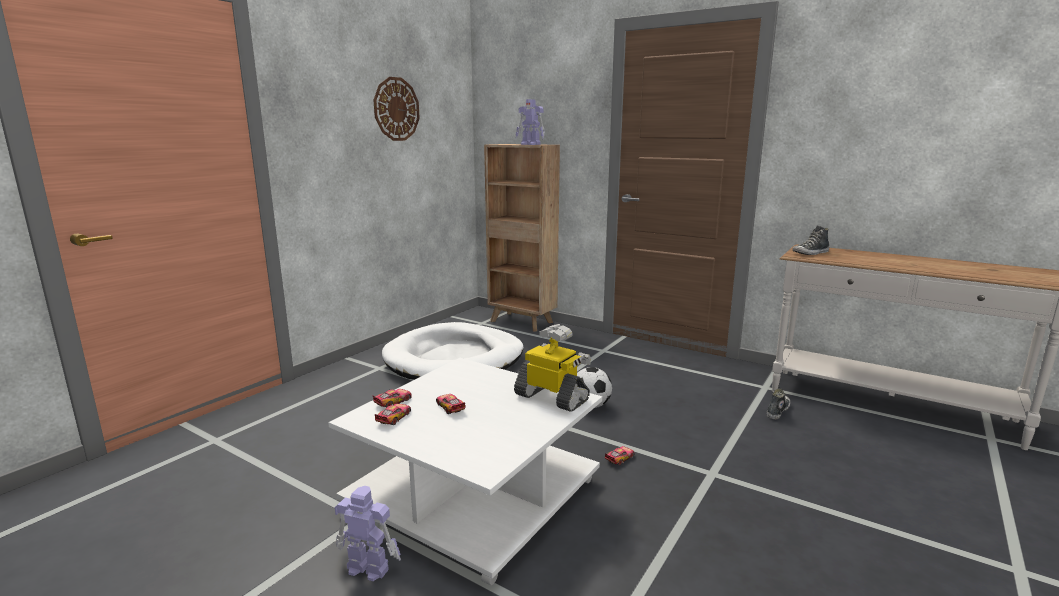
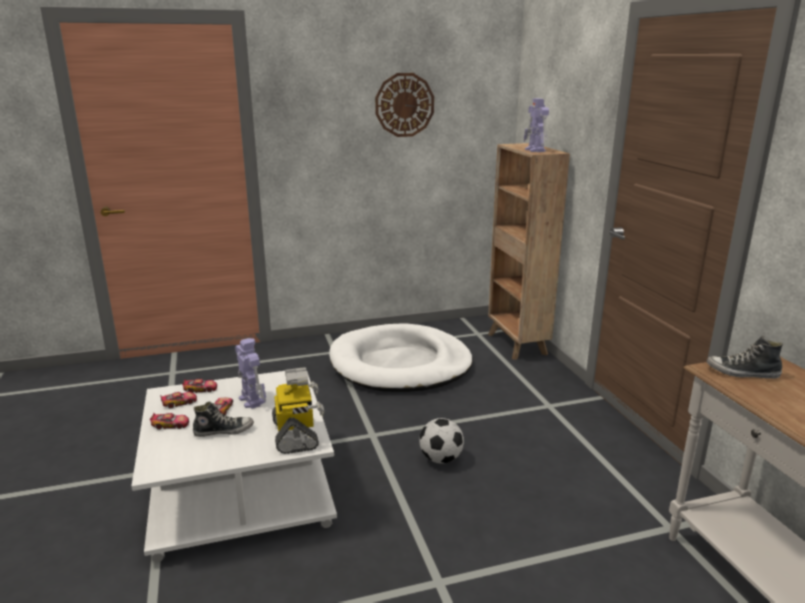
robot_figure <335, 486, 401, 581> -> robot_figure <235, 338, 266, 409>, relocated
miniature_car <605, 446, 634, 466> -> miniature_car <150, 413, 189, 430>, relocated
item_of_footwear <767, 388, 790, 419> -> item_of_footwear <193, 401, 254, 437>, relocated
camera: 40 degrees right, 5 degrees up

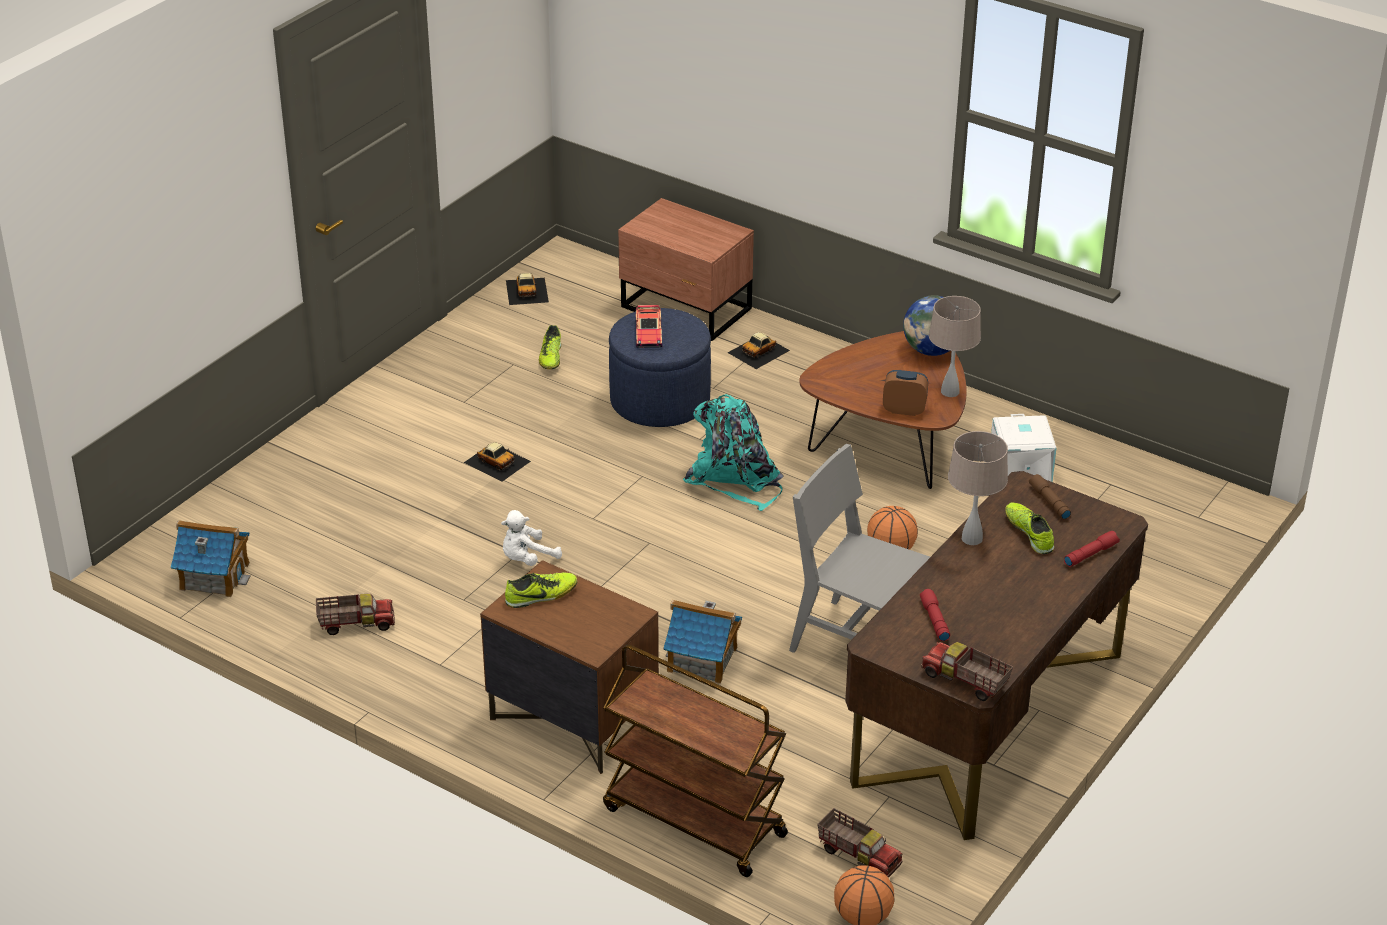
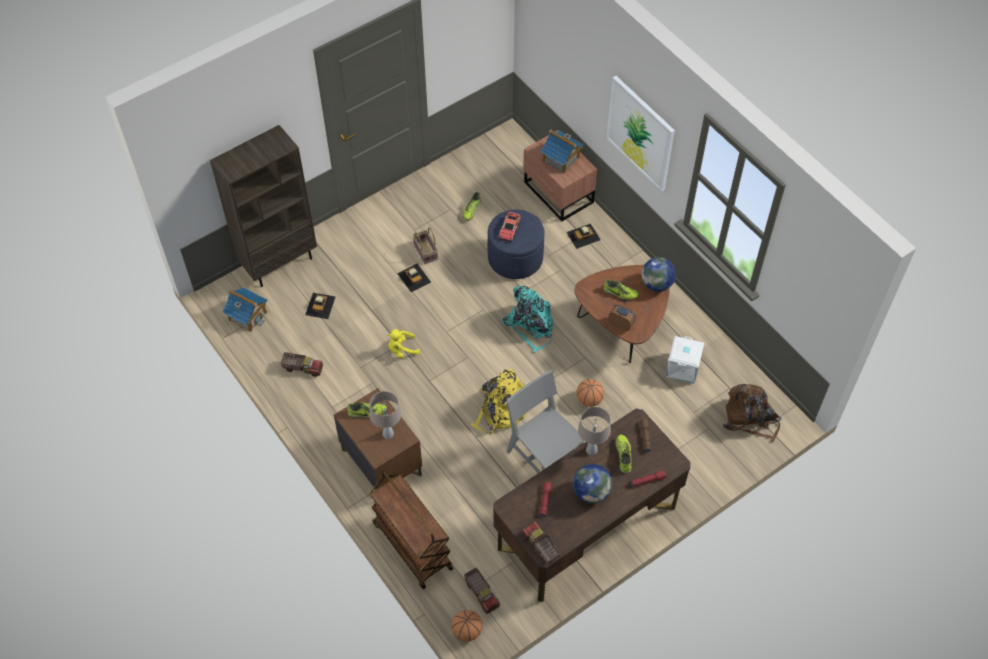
whitish_cuddly_toy <501, 510, 562, 566> -> yellowish_cuddly_toy <387, 329, 420, 358>
miniature_car <506, 273, 549, 305> -> miniature_car <305, 293, 336, 319>, relocated
model_house <663, 600, 742, 684> -> model_house <540, 130, 584, 174>, relocated
sand-coloured_lamp_for_a_table <929, 296, 981, 397> -> sand-coloured_lamp_for_a_table <369, 391, 401, 439>, relocated
none -> brown_bookshelf <210, 125, 317, 287>
none -> household_basket <413, 227, 438, 264>
none -> yellowish_knapsack <471, 369, 528, 434>
none -> desk_globe <573, 464, 612, 504>
none -> item_of_footwear <604, 279, 639, 300>
none -> wall_art <606, 76, 675, 192>
none -> brown_knapsack <723, 384, 782, 442>
camera: 20 degrees right, 20 degrees up

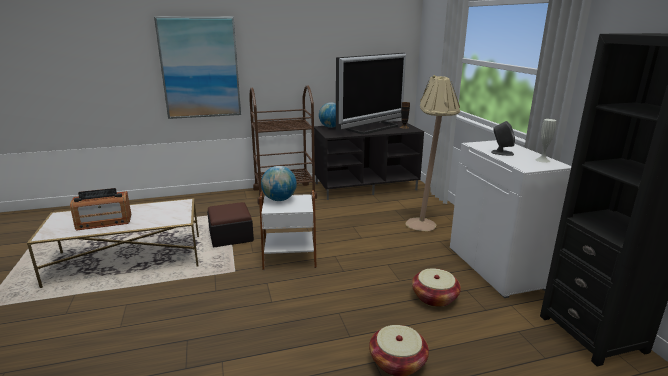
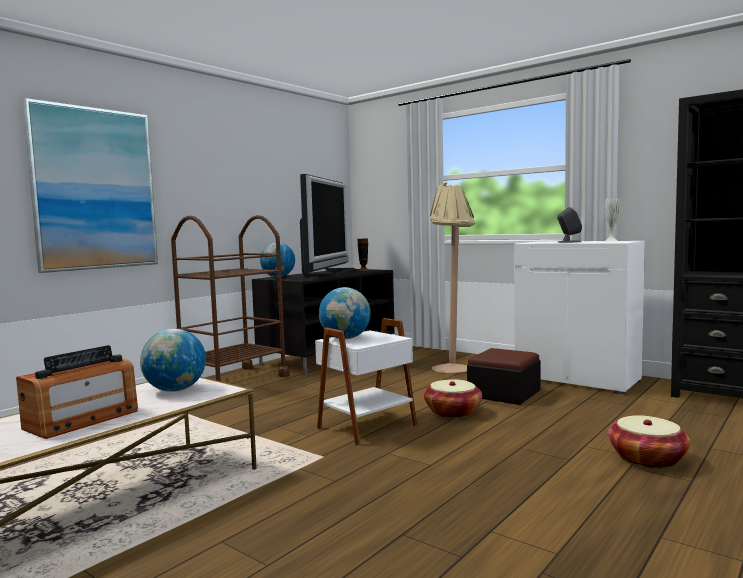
pouffe <207, 202, 254, 247> -> pouffe <467, 348, 540, 405>, relocated
household_basket <412, 268, 461, 307> -> household_basket <424, 379, 482, 418>, relocated
none -> desk_globe <140, 329, 206, 392>
camera: 35 degrees left, 15 degrees down

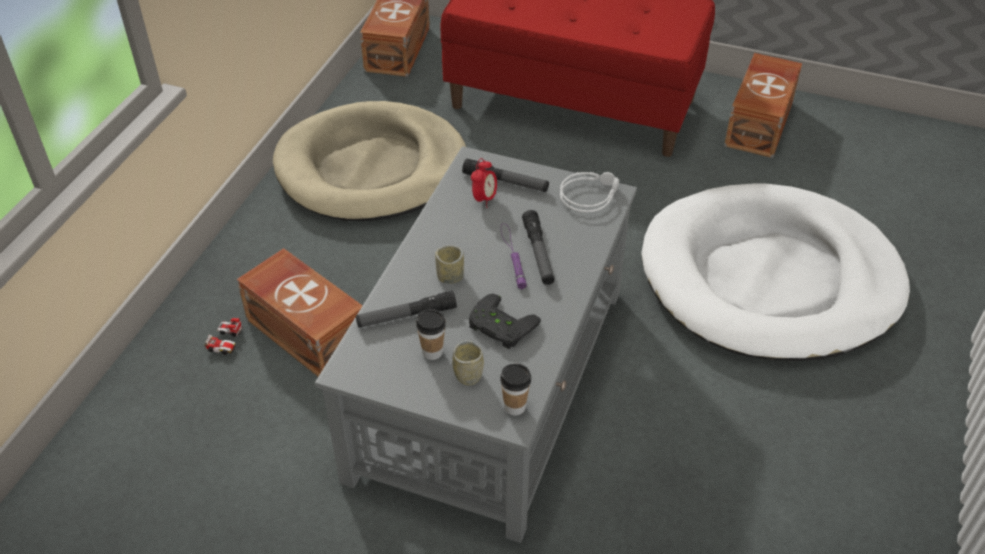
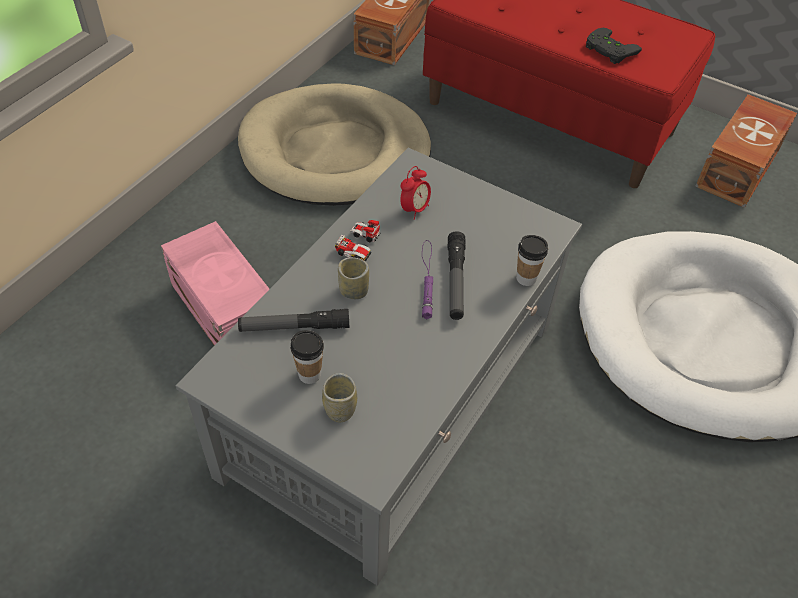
miniature_car <205, 318, 243, 355> -> miniature_car <335, 220, 381, 262>, relocated
brown_storage_bin <237, 248, 363, 377> -> pink_storage_bin <161, 221, 269, 346>
hand_torch <462, 159, 549, 192> -> none
blackish_gamepad <469, 294, 541, 349> -> blackish_gamepad <586, 28, 642, 64>, relocated
cup <500, 364, 531, 416> -> cup <516, 235, 548, 286>, relocated
greyish_headphones <560, 172, 619, 213> -> none
camera: 10 degrees right, 5 degrees up

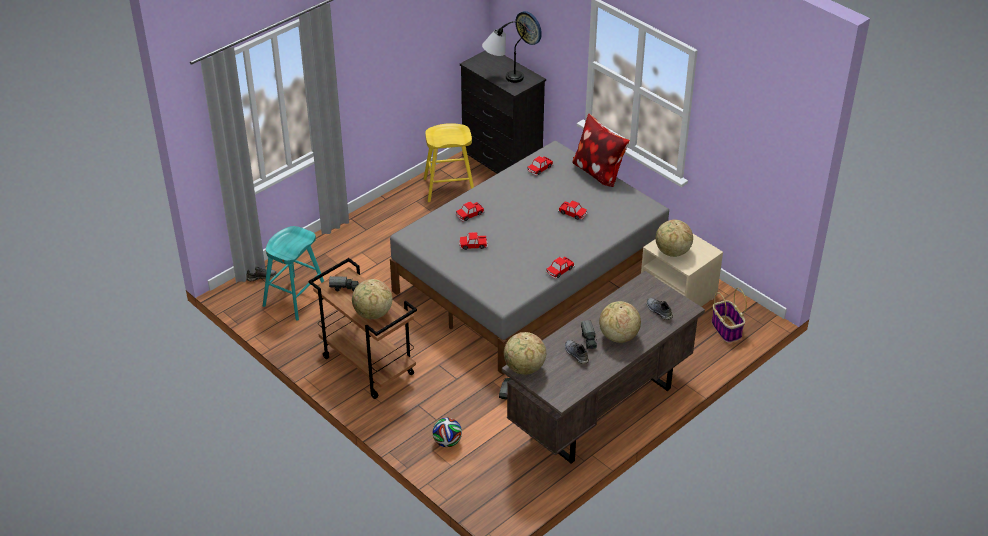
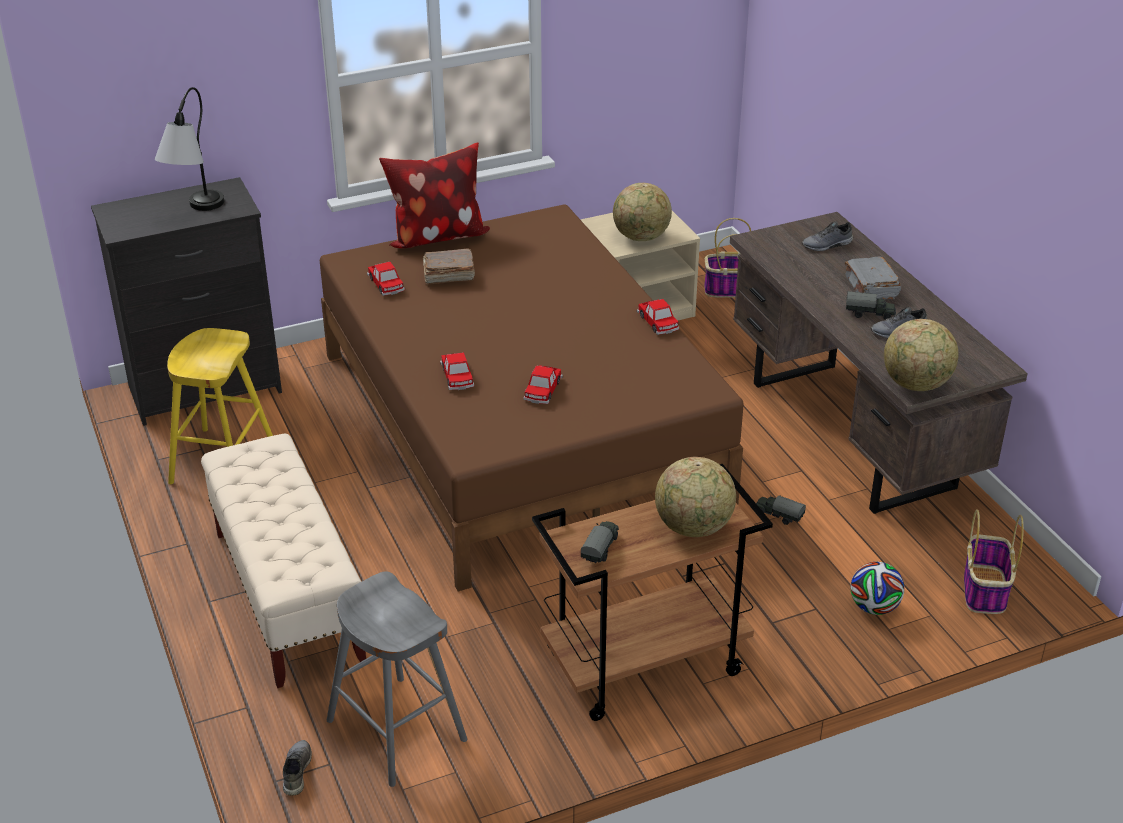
blue-green_stool <263, 226, 324, 321> -> greyish_stool <327, 571, 467, 787>
greyish_sleeping_bed <390, 141, 669, 375> -> brown_sleeping_bed <320, 204, 744, 591>
wall_clock <515, 11, 542, 45> -> none
miniature_car <558, 200, 587, 220> -> none
desk_globe <599, 301, 641, 343> -> greyish_book <845, 256, 901, 299>
none -> sand-coloured_bench <201, 434, 366, 688>
none -> brown_book <423, 248, 475, 285>
none -> household_basket <964, 509, 1024, 614>
camera: 70 degrees left, 5 degrees down

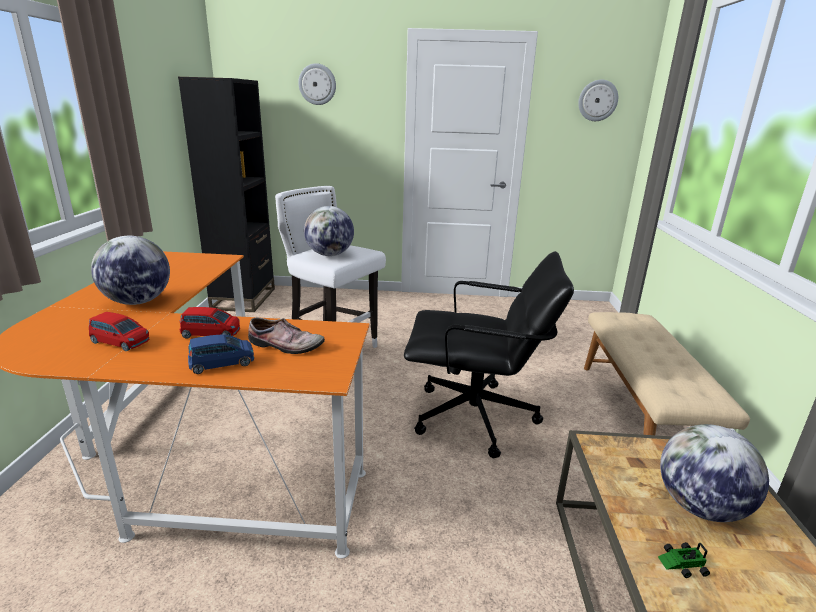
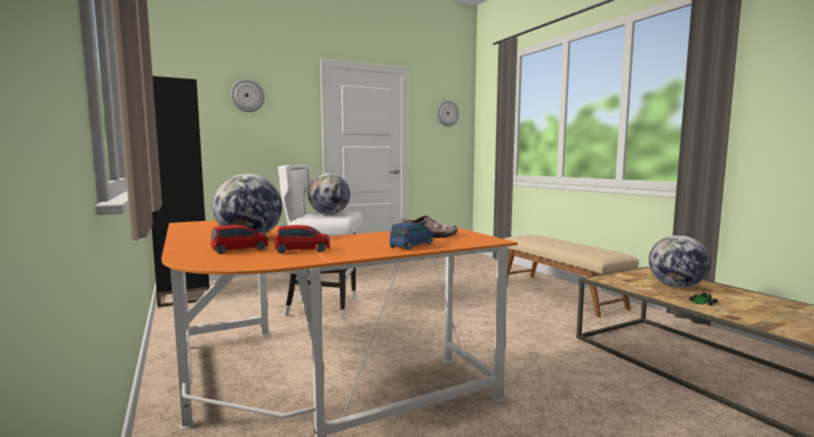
red_miniature_car <179, 307, 240, 339> -> red_miniature_car <210, 225, 268, 254>, relocated
blackish_desk_chair <404, 251, 574, 458> -> none
camera: 30 degrees left, 15 degrees down

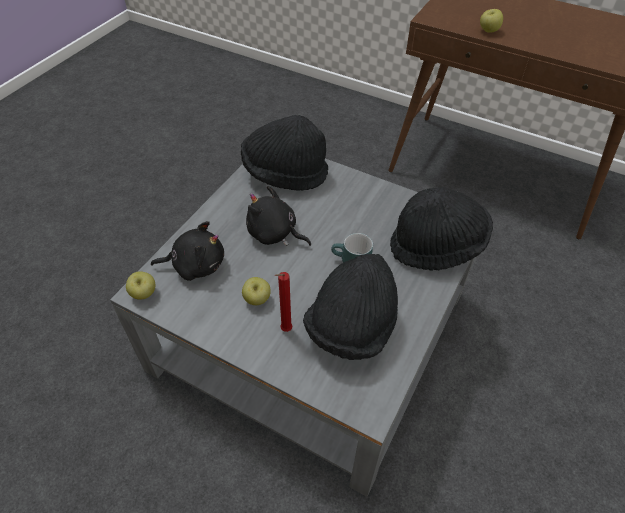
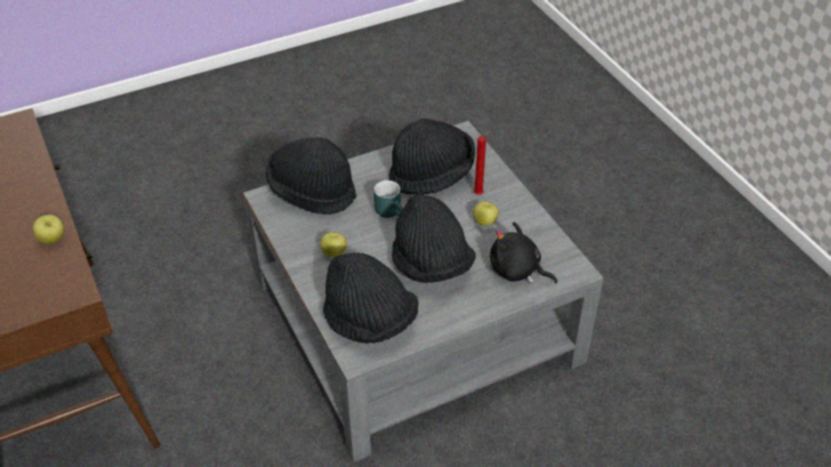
apple <126, 271, 155, 300> -> apple <320, 232, 347, 257>, relocated
blackish_cuddly_toy <246, 186, 311, 246> -> blackish_hat <392, 195, 476, 283>
camera: 145 degrees left, 5 degrees down

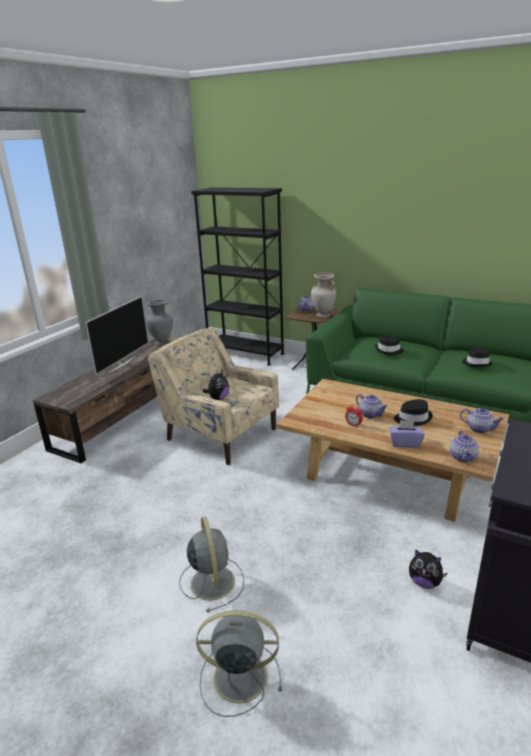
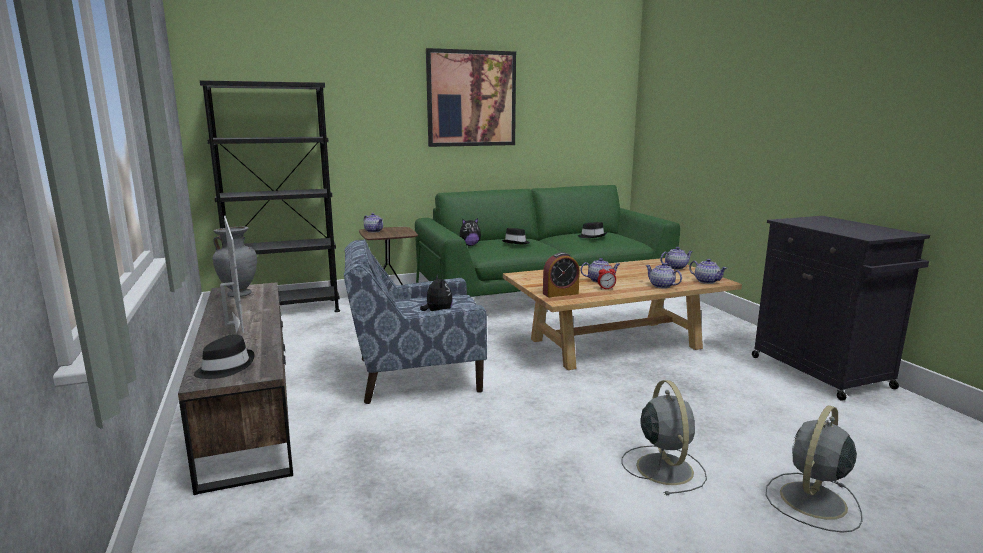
sand-coloured_lounge_chair <148, 327, 279, 465> -> blue-coloured_lounge_chair <344, 239, 487, 404>
greyish_fan <179, 516, 244, 613> -> greyish_fan <621, 380, 707, 495>, 60 degrees clockwise
sand-coloured_vase <311, 273, 336, 318> -> none
purple-coloured_tissue_box <389, 420, 424, 448> -> pot_for_tea <645, 263, 682, 289>
blackish_hat <394, 399, 433, 427> -> blackish_hat <194, 335, 255, 379>, relocated
cuddly_toy <409, 549, 447, 589> -> cuddly_toy <460, 218, 481, 246>, relocated
none -> wall_art <426, 48, 516, 147>
none -> table_clock <543, 252, 580, 297>
camera: 50 degrees left, 10 degrees down

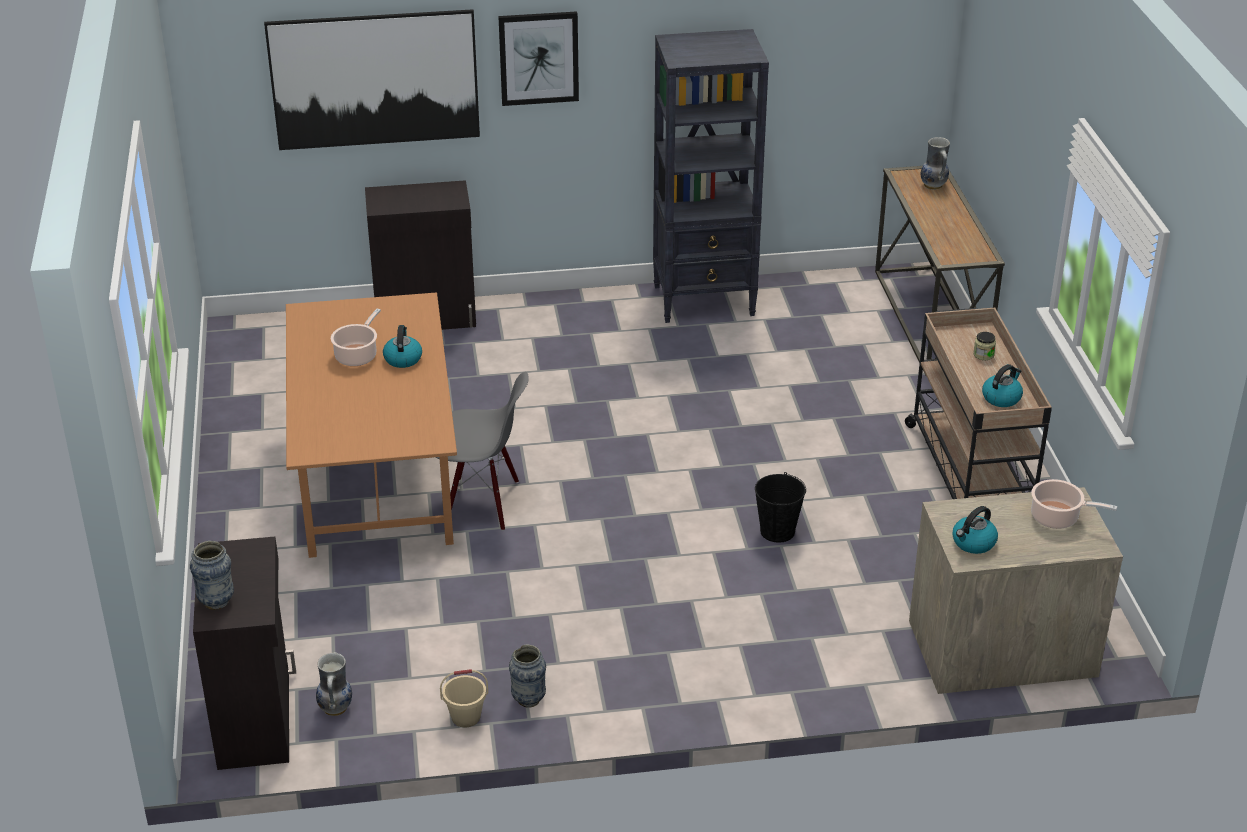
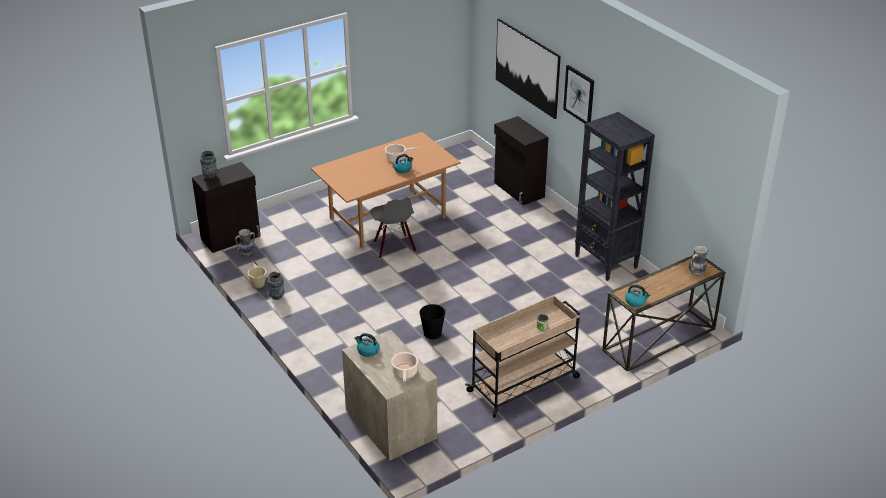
water_kettle <982, 364, 1023, 407> -> water_kettle <625, 285, 651, 307>, relocated
camera: 65 degrees right, 0 degrees up

